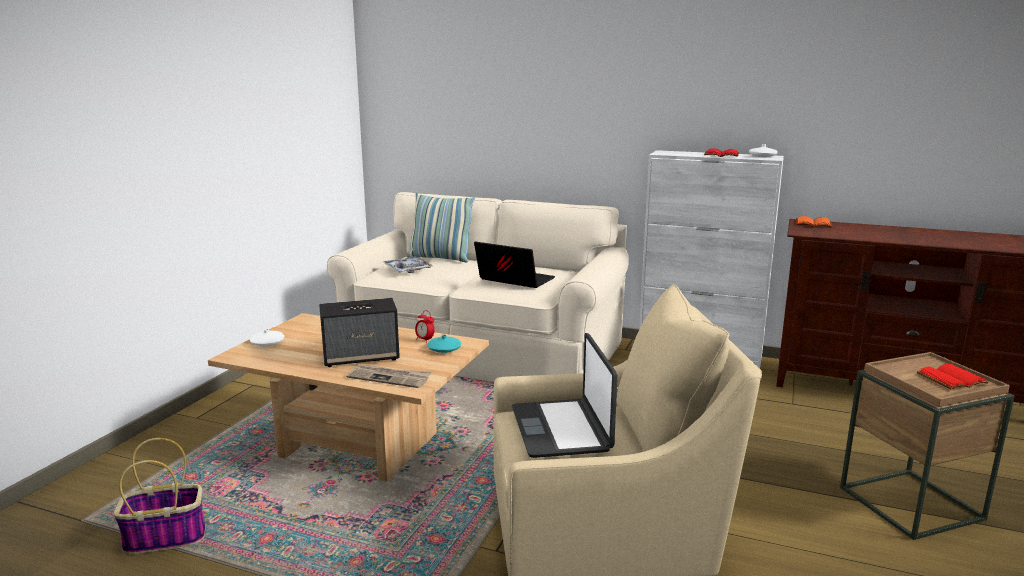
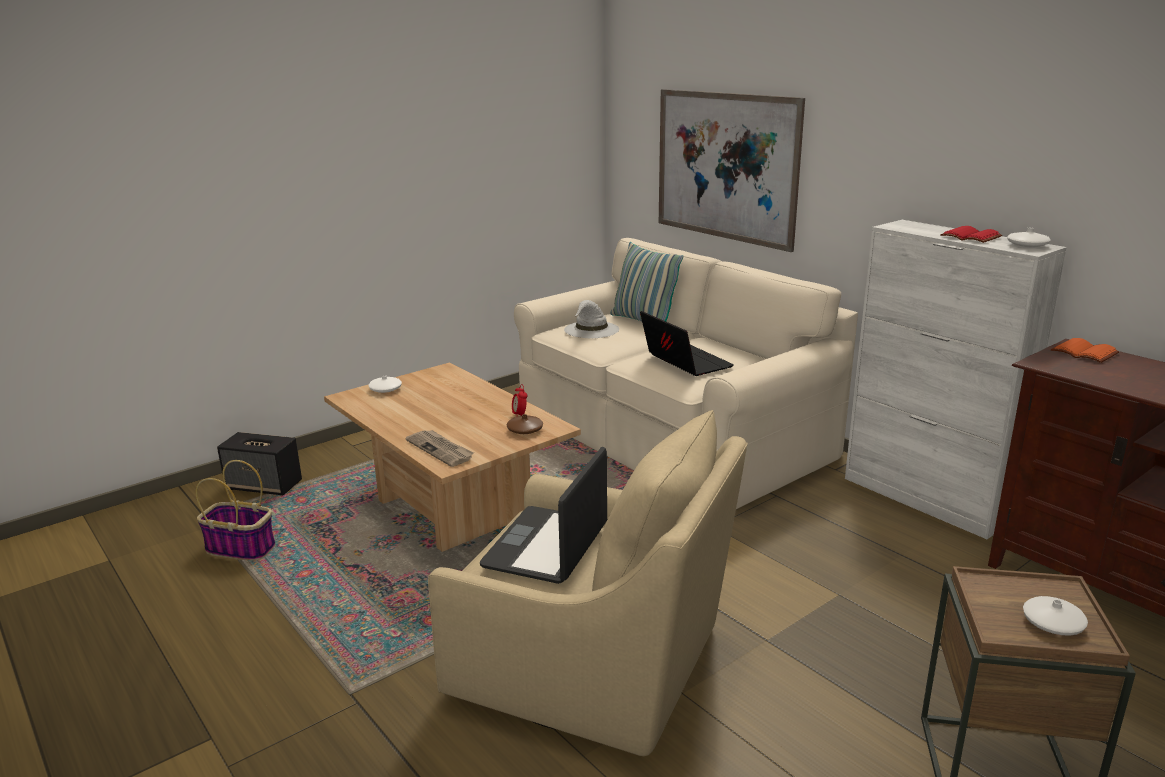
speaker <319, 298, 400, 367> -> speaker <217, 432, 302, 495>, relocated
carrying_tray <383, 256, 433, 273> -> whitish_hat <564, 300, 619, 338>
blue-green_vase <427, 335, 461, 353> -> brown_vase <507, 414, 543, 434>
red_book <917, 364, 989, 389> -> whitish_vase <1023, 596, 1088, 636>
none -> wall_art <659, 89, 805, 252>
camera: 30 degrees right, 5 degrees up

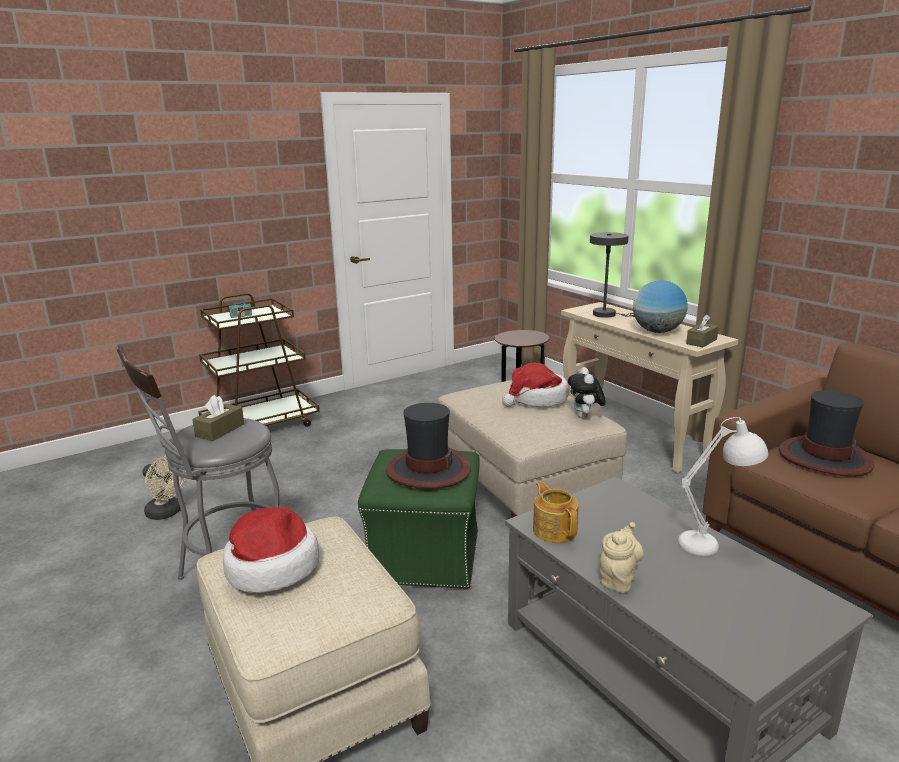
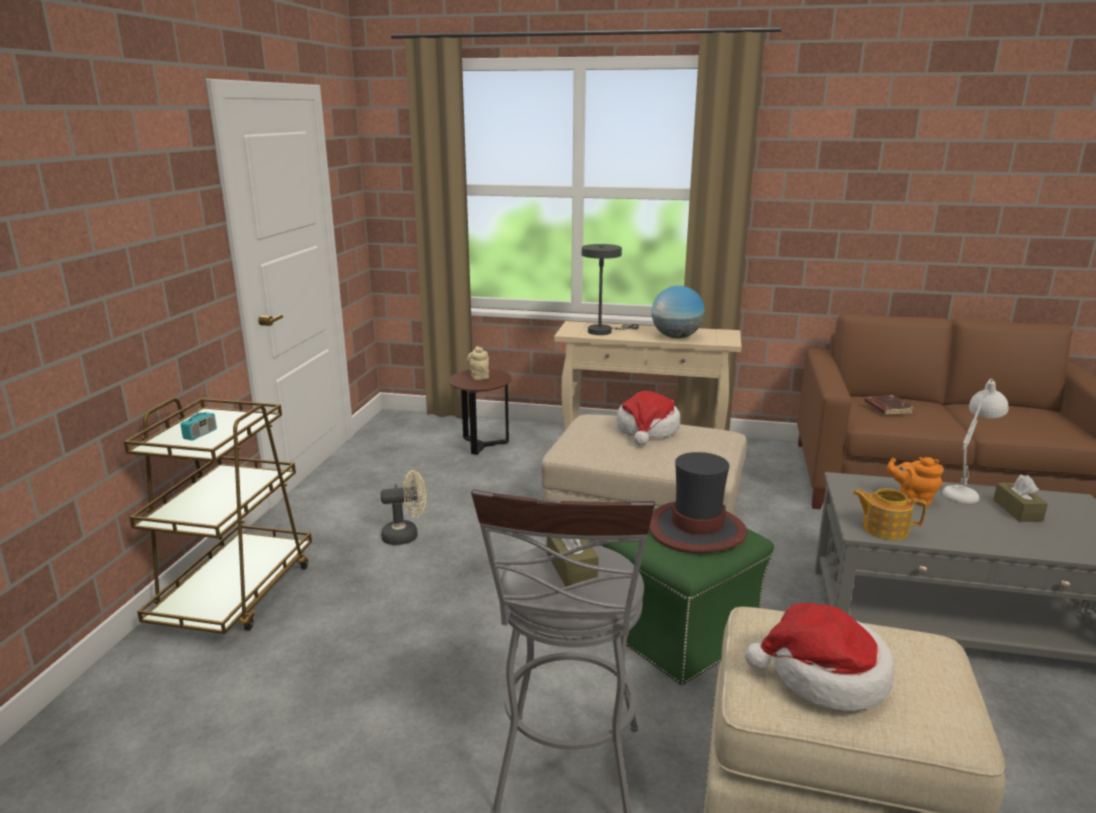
sand-coloured_fan <142, 456, 187, 520> -> sand-coloured_fan <380, 470, 427, 545>, relocated
cuddly_toy <568, 367, 606, 418> -> none
sand-coloured_pot_for_tea <600, 522, 644, 593> -> sand-coloured_pot_for_tea <467, 346, 489, 380>, relocated
brown_tissue_box <686, 314, 719, 347> -> brown_tissue_box <993, 474, 1048, 522>, relocated
hat <779, 390, 874, 477> -> brown_book <865, 395, 914, 415>
none -> orangey_pot_for_tea <887, 457, 943, 507>
camera: 45 degrees left, 0 degrees up

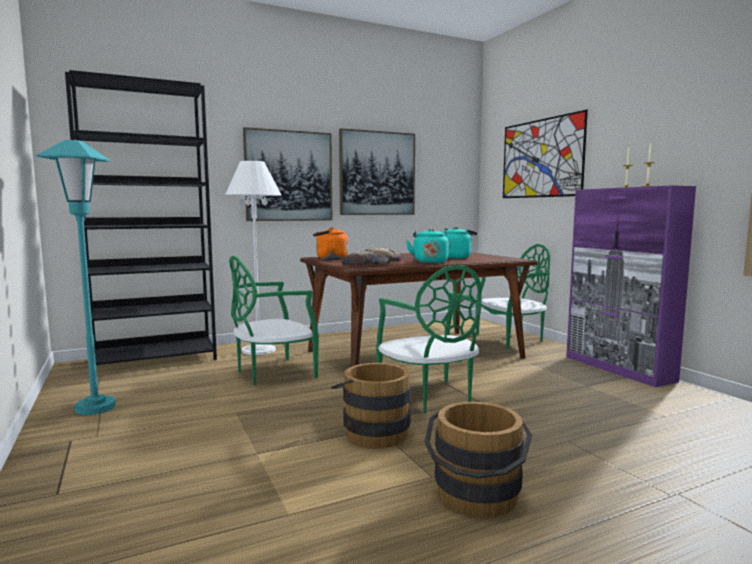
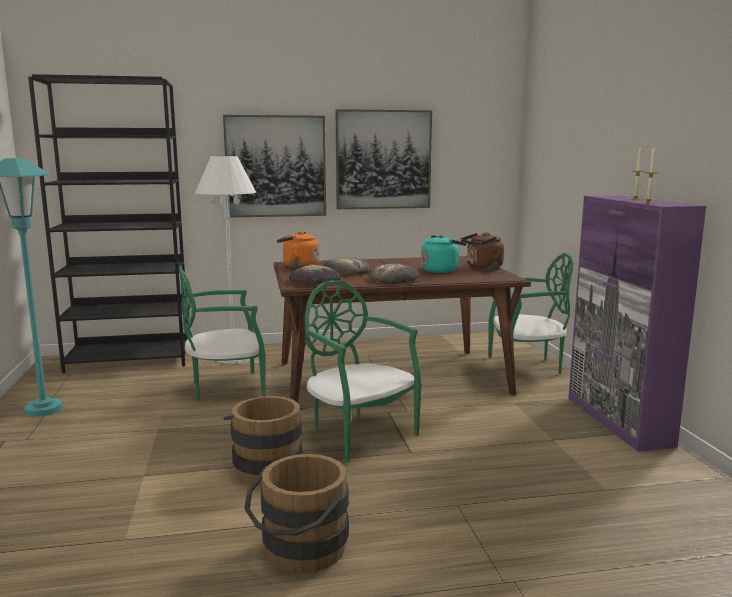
green-coloured_plain_chair <376, 265, 482, 413> -> green-coloured_plain_chair <305, 281, 422, 463>, 150 degrees clockwise
blue-green_water_kettle <406, 228, 449, 264> -> bakery_bread <368, 263, 420, 284>
wall_art <503, 109, 588, 198> -> none
none -> brown_water_kettle <461, 233, 504, 270>
camera: 15 degrees right, 5 degrees up

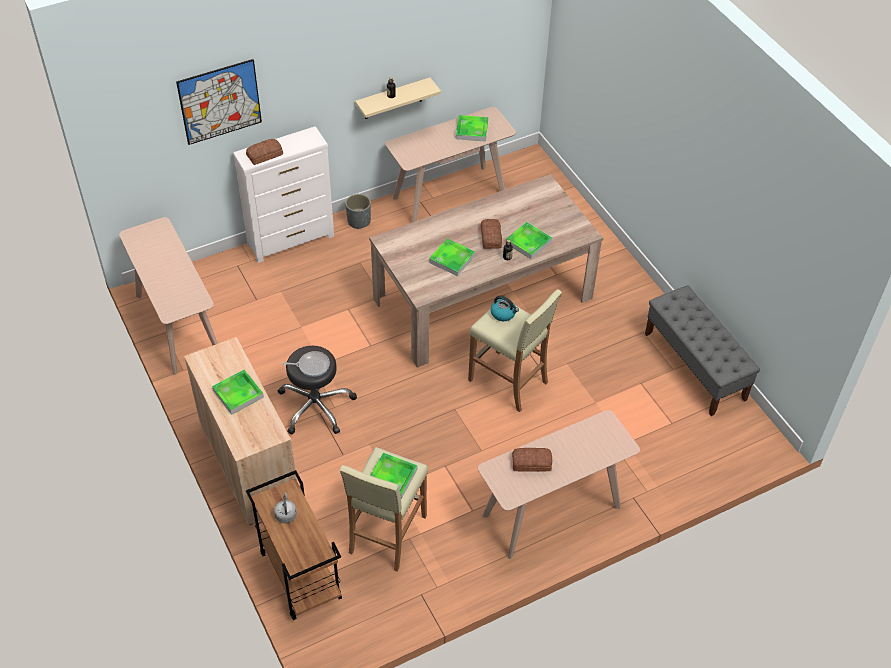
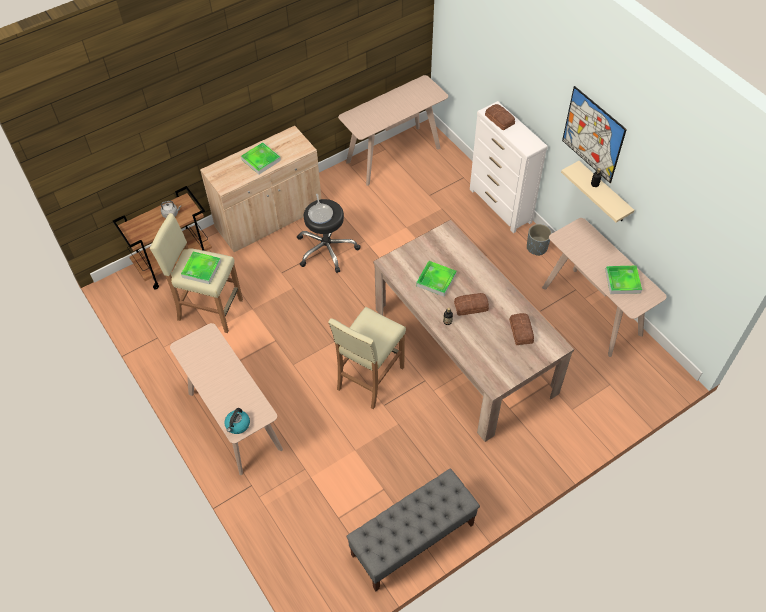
wall_art <176, 59, 262, 145> -> wall_art <562, 86, 627, 183>, relocated
water_kettle <491, 296, 519, 321> -> water_kettle <224, 408, 250, 434>, relocated
carrying_tray <506, 222, 552, 259> -> none
bakery_bread <512, 448, 552, 472> -> bakery_bread <509, 313, 534, 345>, relocated
camera: 85 degrees right, 5 degrees up

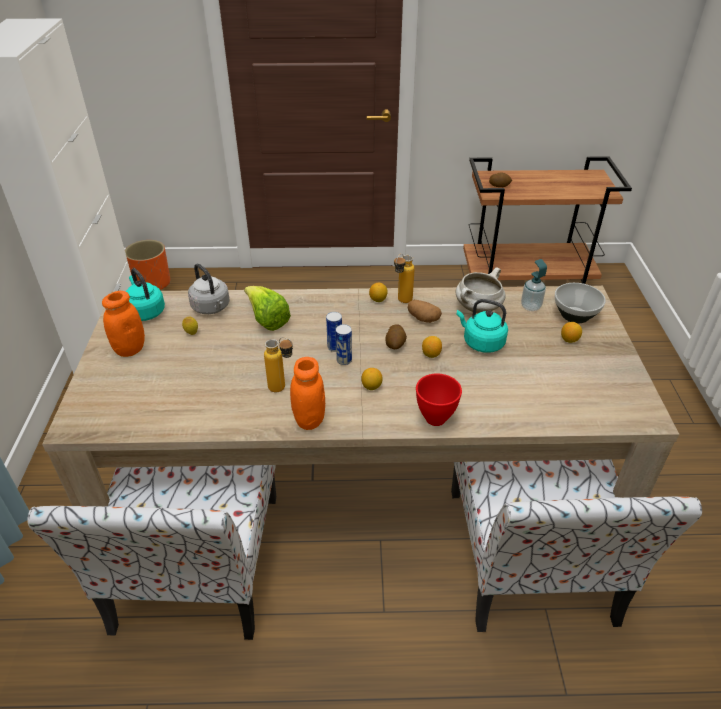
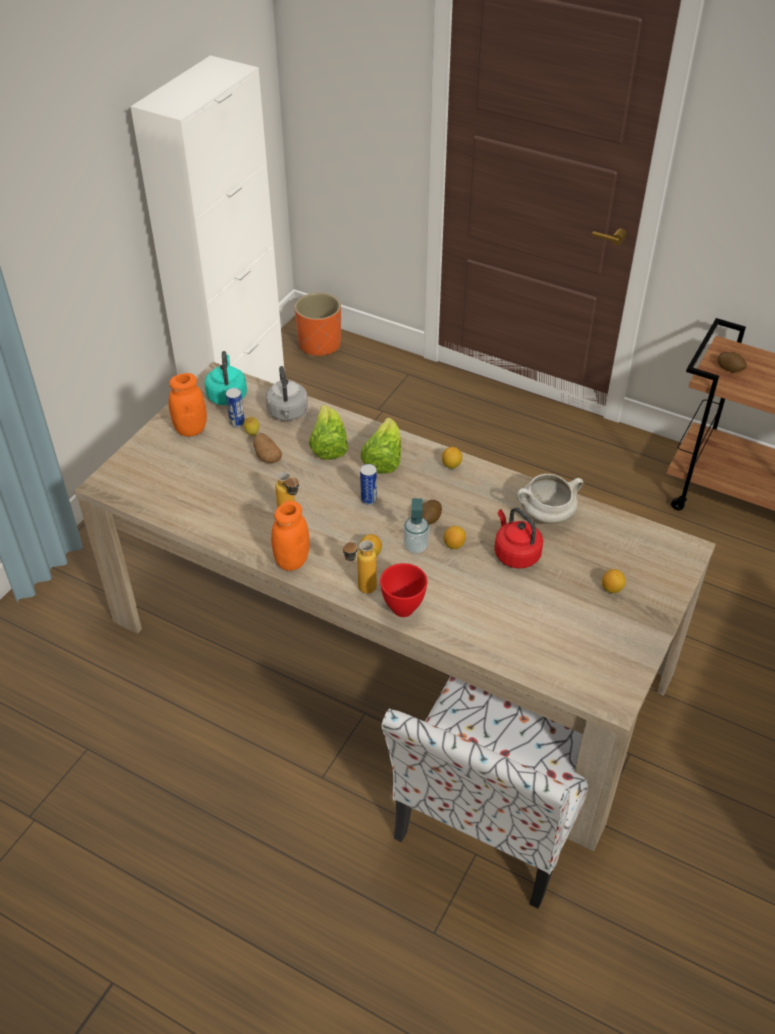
plain_chair <27, 465, 276, 640> -> none
can <336, 324, 352, 365> -> can <226, 388, 245, 428>, relocated
drink_bottle <394, 254, 415, 303> -> drink_bottle <342, 540, 377, 594>, relocated
whole_potato <408, 300, 442, 323> -> whole_potato <253, 433, 282, 463>, relocated
blue-green_water_kettle <457, 299, 508, 353> -> red_water_kettle <494, 508, 543, 569>
liquid_soap_bottle <521, 259, 547, 311> -> liquid_soap_bottle <403, 498, 429, 554>, relocated
serving_bowl <554, 283, 606, 323> -> none
none -> lettuce <361, 418, 401, 474>
camera: 30 degrees right, 5 degrees up

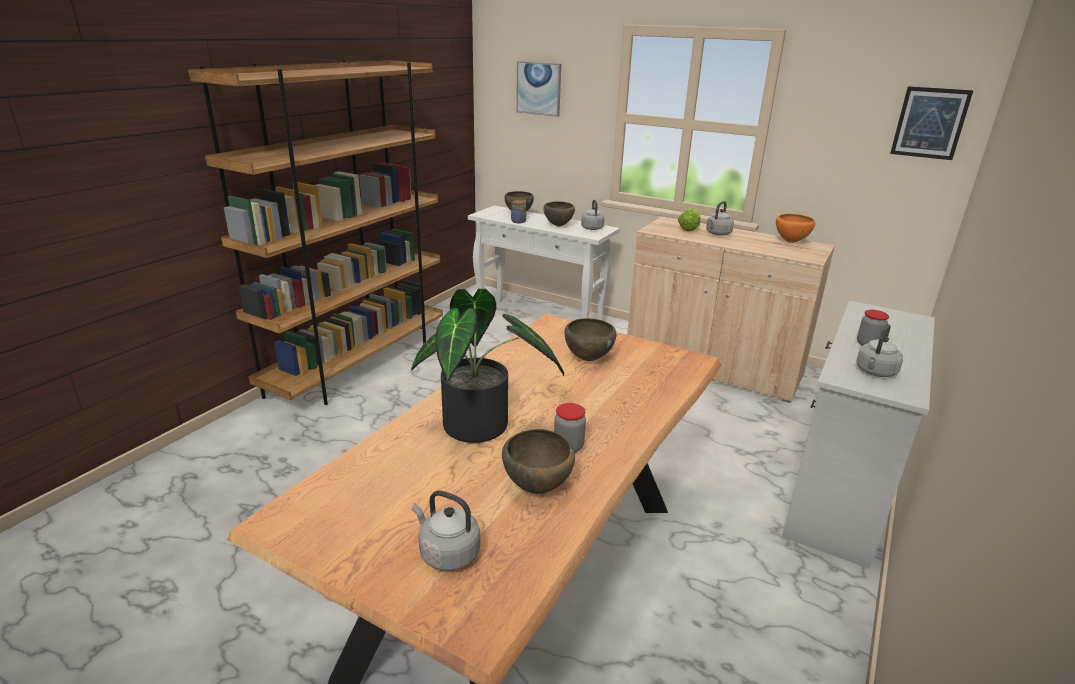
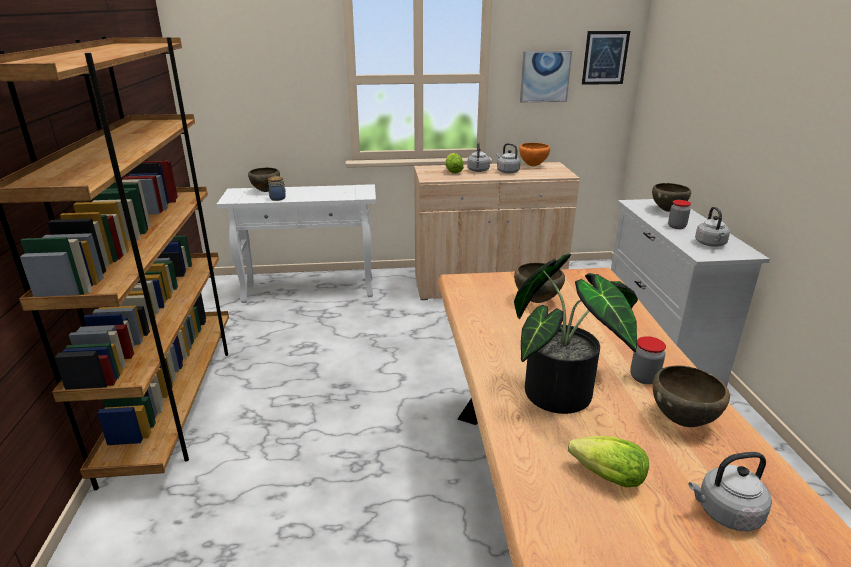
wall_art <516, 61, 561, 117> -> wall_art <520, 51, 572, 102>, relocated
brown_serving_bowl <543, 201, 575, 227> -> brown_serving_bowl <652, 183, 691, 212>, relocated
greyish_water_kettle <581, 200, 604, 230> -> greyish_water_kettle <496, 143, 521, 174>, relocated
none -> lettuce <568, 436, 649, 487>
camera: 35 degrees left, 0 degrees up

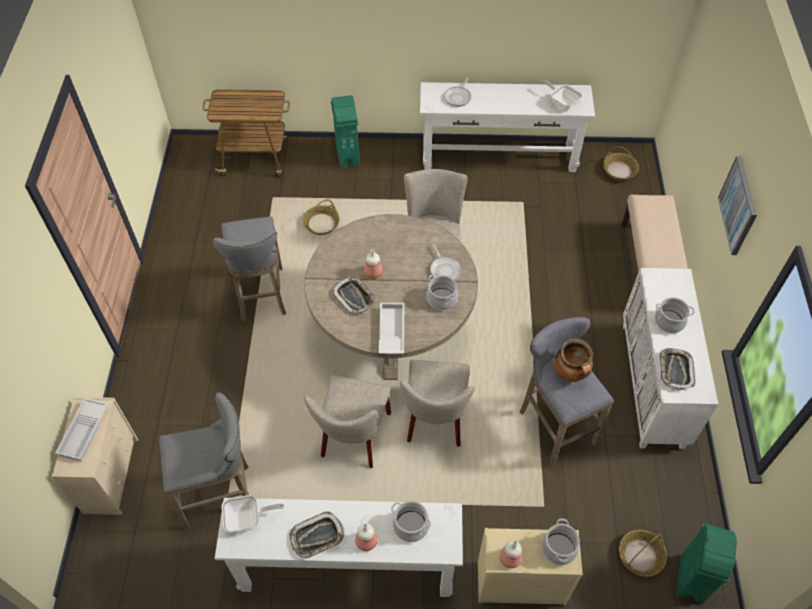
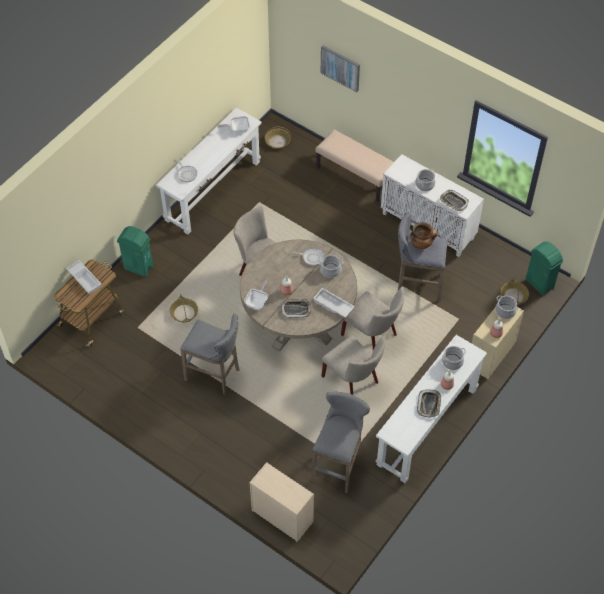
whitish_carrying_tray <55, 398, 108, 462> -> whitish_carrying_tray <66, 260, 101, 294>, relocated
frying_pan <222, 495, 284, 532> -> frying_pan <244, 280, 268, 310>, relocated
wall_art <718, 156, 757, 255> -> wall_art <321, 45, 360, 92>, relocated
camera: 55 degrees left, 0 degrees up

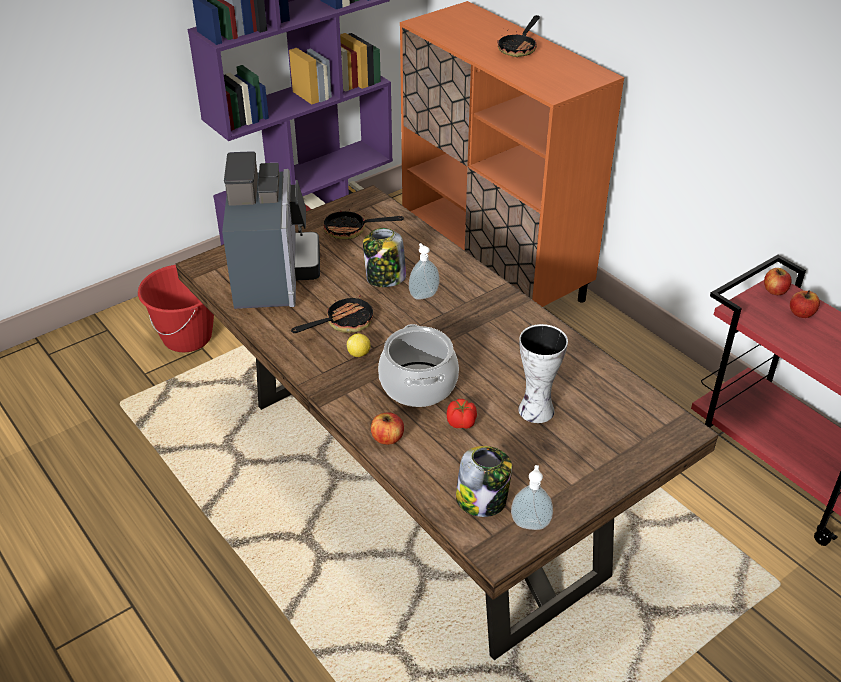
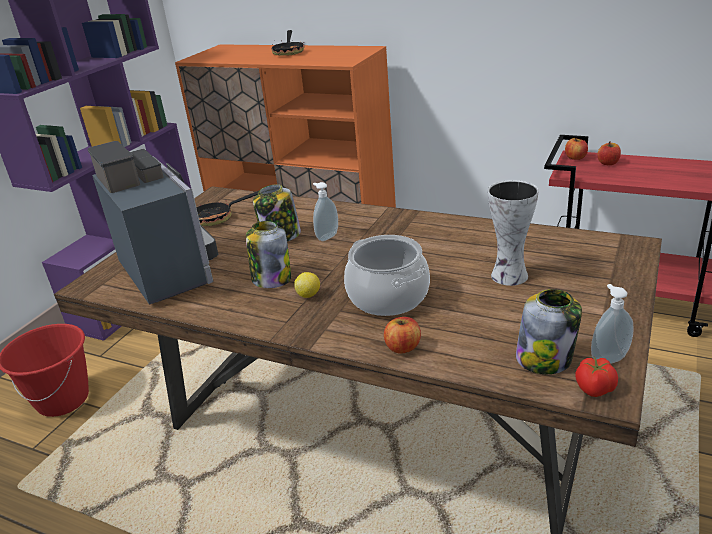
frying_pan <291, 294, 373, 333> -> jar <246, 221, 291, 288>
tomato <446, 399, 477, 429> -> tomato <575, 357, 618, 397>, relocated
camera: 25 degrees left, 10 degrees down

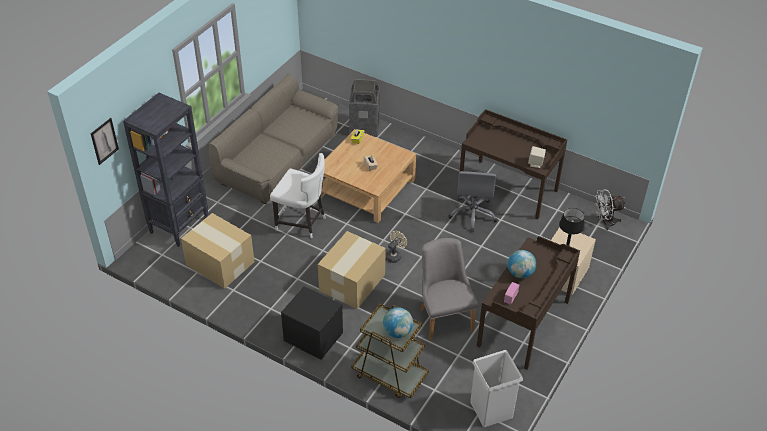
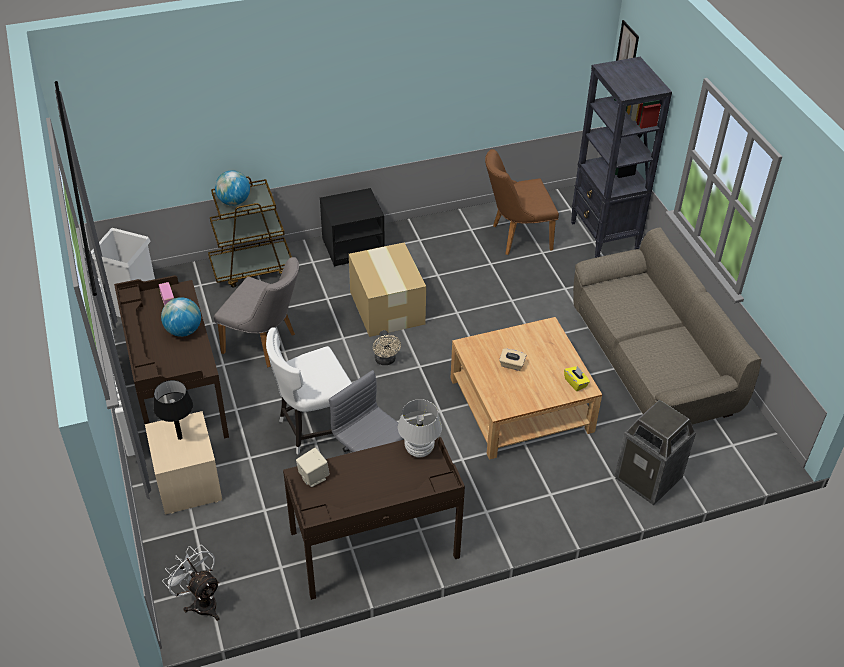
packing_box <181, 213, 255, 289> -> brown_plain_chair <485, 149, 559, 255>
whitish_plain_chair <270, 153, 326, 239> -> whitish_plain_chair <266, 328, 352, 454>, relocated
whitish_fan <595, 189, 625, 230> -> whitish_fan <162, 545, 220, 621>, 75 degrees counterclockwise
none -> whitish_lamp_for_a_table <398, 399, 442, 458>
camera: 130 degrees right, 0 degrees up

